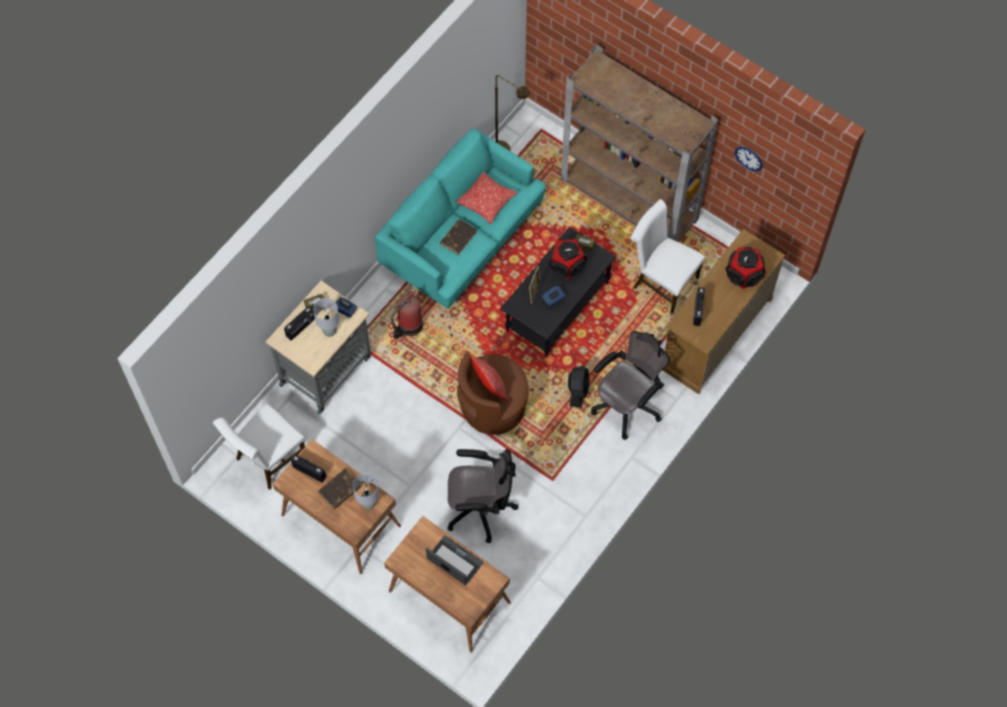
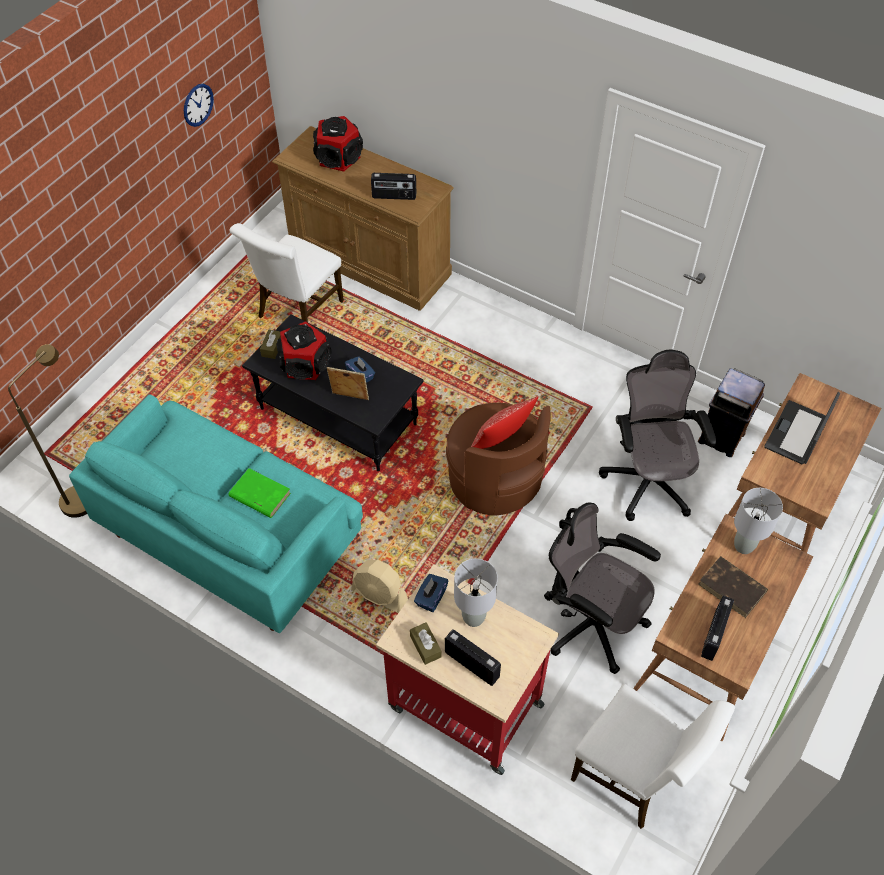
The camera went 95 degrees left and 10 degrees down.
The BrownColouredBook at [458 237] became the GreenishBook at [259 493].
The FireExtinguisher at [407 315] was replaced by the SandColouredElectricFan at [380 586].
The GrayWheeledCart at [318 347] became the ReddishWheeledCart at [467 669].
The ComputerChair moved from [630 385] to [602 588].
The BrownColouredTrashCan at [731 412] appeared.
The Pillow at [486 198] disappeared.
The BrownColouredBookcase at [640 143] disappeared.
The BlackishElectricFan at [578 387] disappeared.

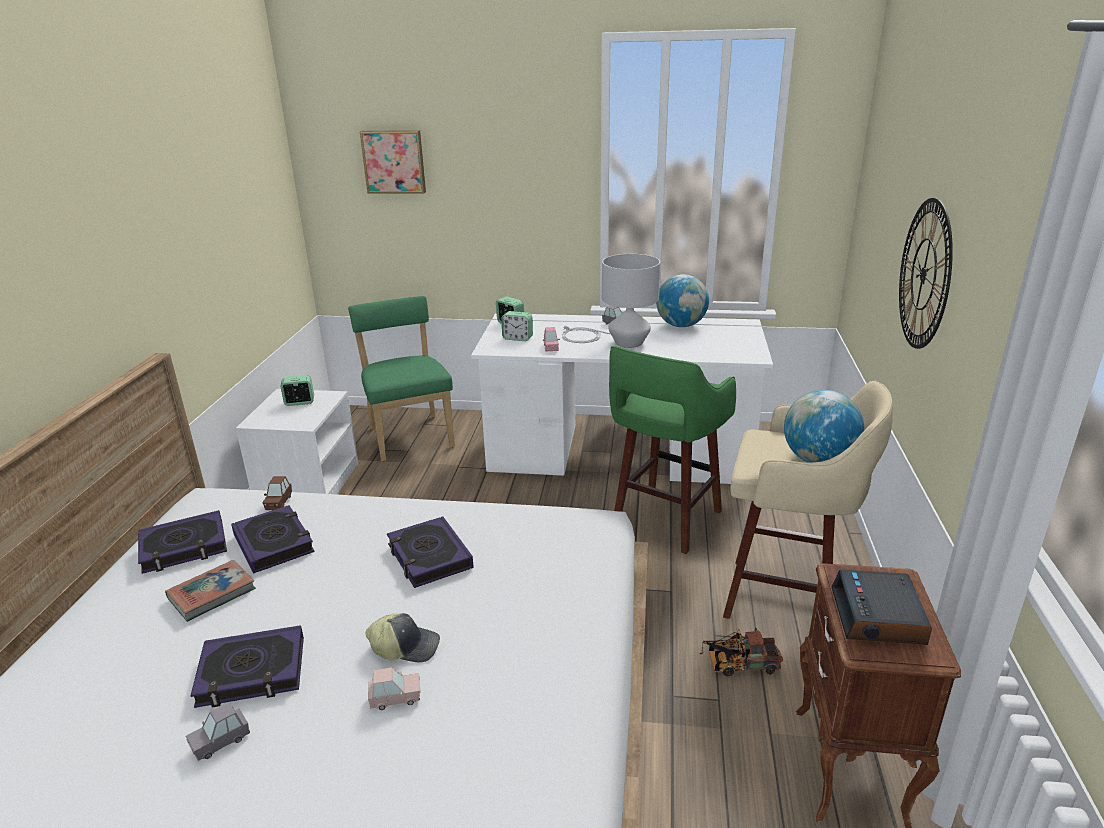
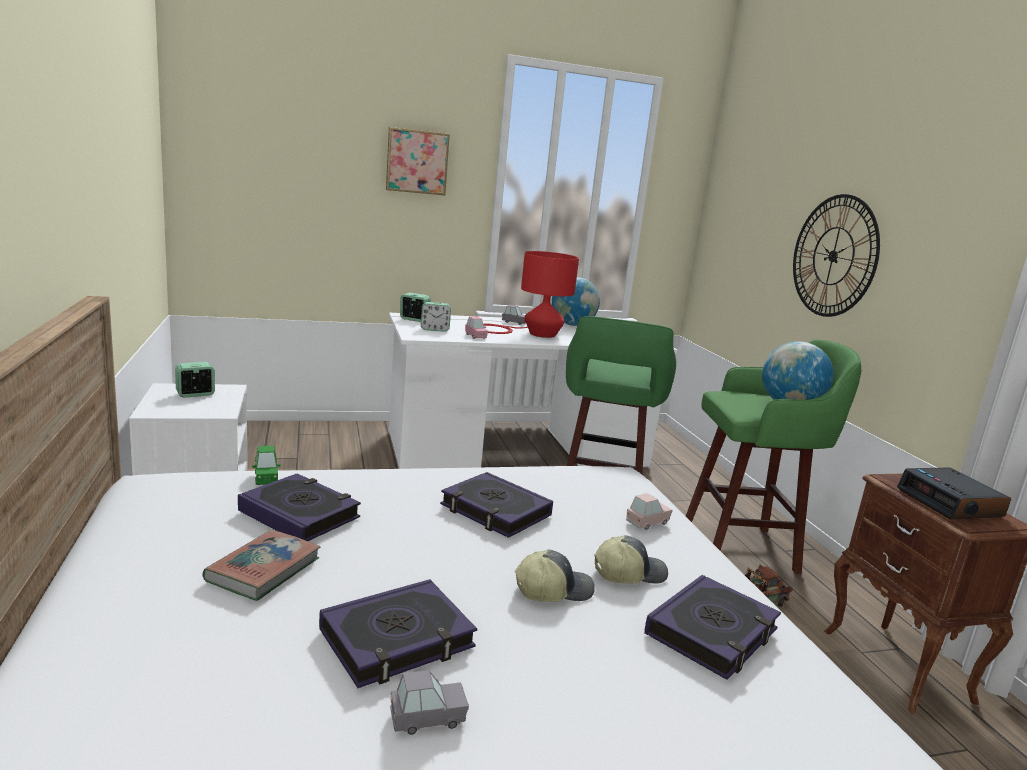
The camera went 25 degrees left and 10 degrees down.
The BrownColouredToyCar at [277 493] became the GreenishToyCar at [266 465].
The Picture moved from [393 162] to [418 161].
The GrayToyCar at [218 731] turned 135 degrees counterclockwise.
The GrayTableLamp at [611 301] became the ReddishTableLamp at [531 294].
The Cap at [631 559] appeared.
The PinkColouredToyCar moved from [394 688] to [649 511].
The Book moved from [182 542] to [712 627].
The SandColouredStoolSeat at [808 499] became the GreenishStoolSeat at [773 456].
The GreenishPlainChair at [401 378] disappeared.

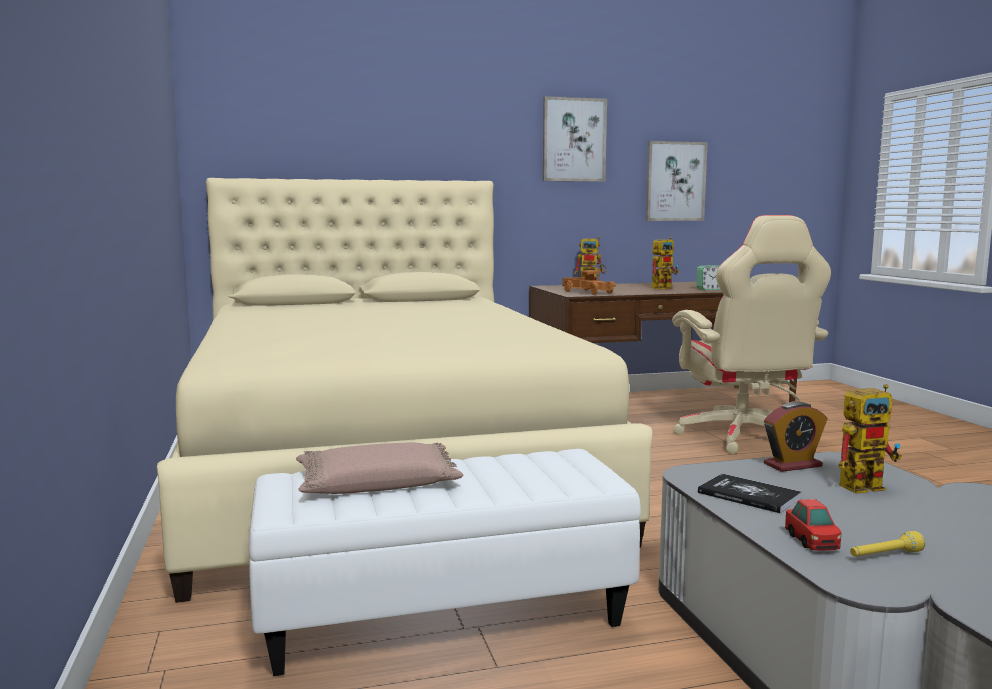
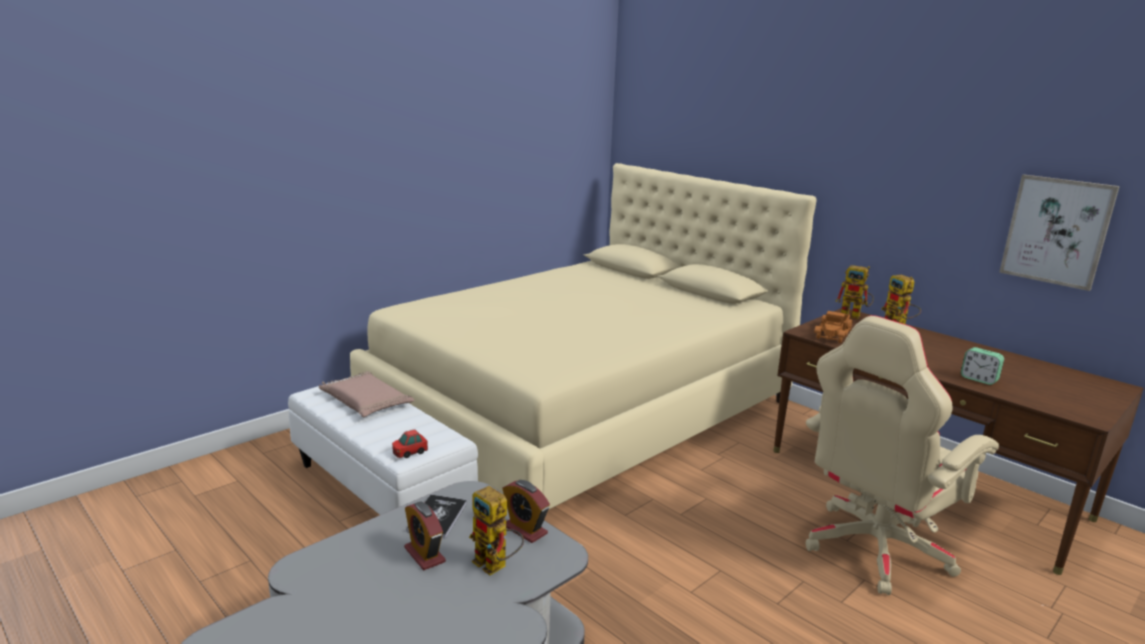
The camera went 60 degrees right and 10 degrees up.
The ToyCar moved from [813 525] to [410 443].
The BedsideClock at [425 535] appeared.
The RobotFigure moved from [665 263] to [854 292].
The Picture at [575 139] disappeared.
The YellowishHandTorch at [887 543] disappeared.

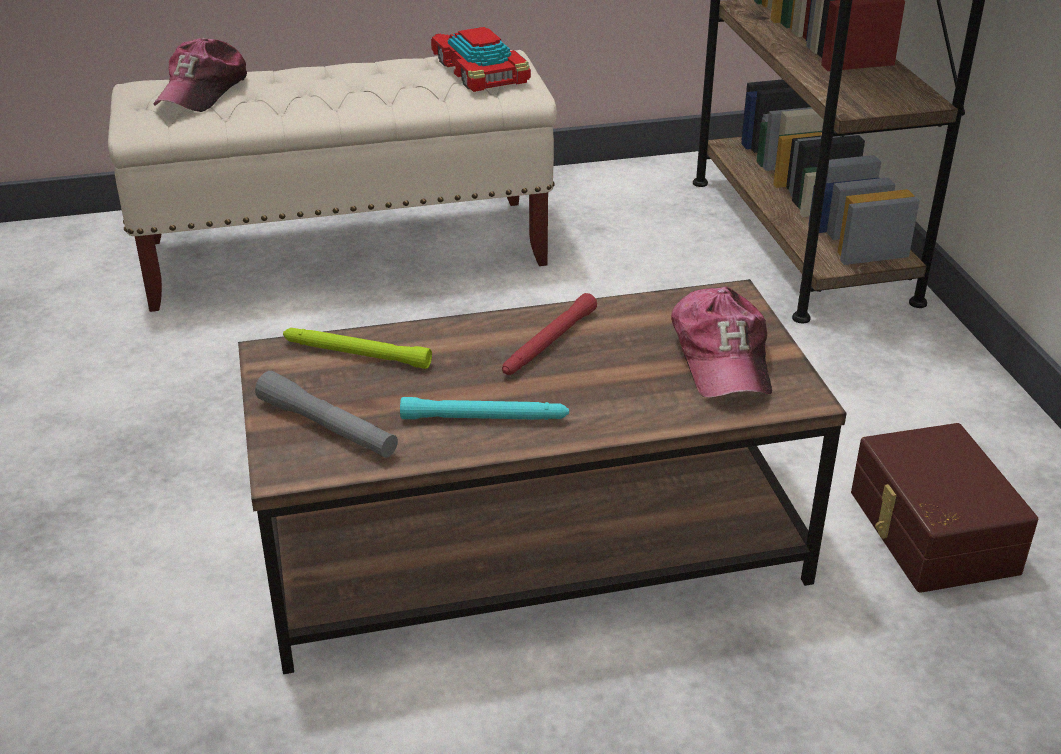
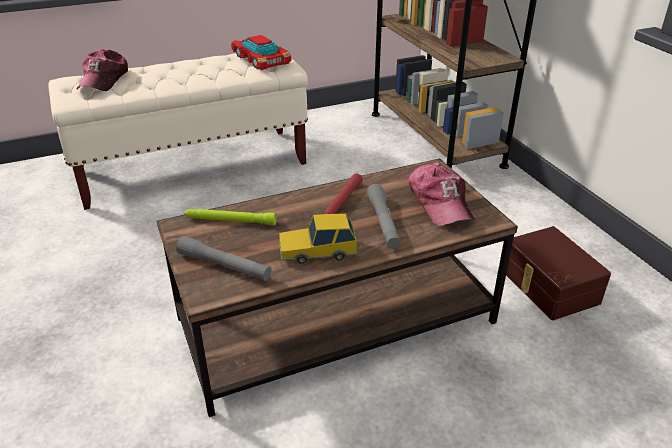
The camera went 10 degrees left and 0 degrees up.
The TurquoiseHandTorch at [484 408] was replaced by the ToyCar at [318 238].
The GrayHandTorch at [384 216] appeared.

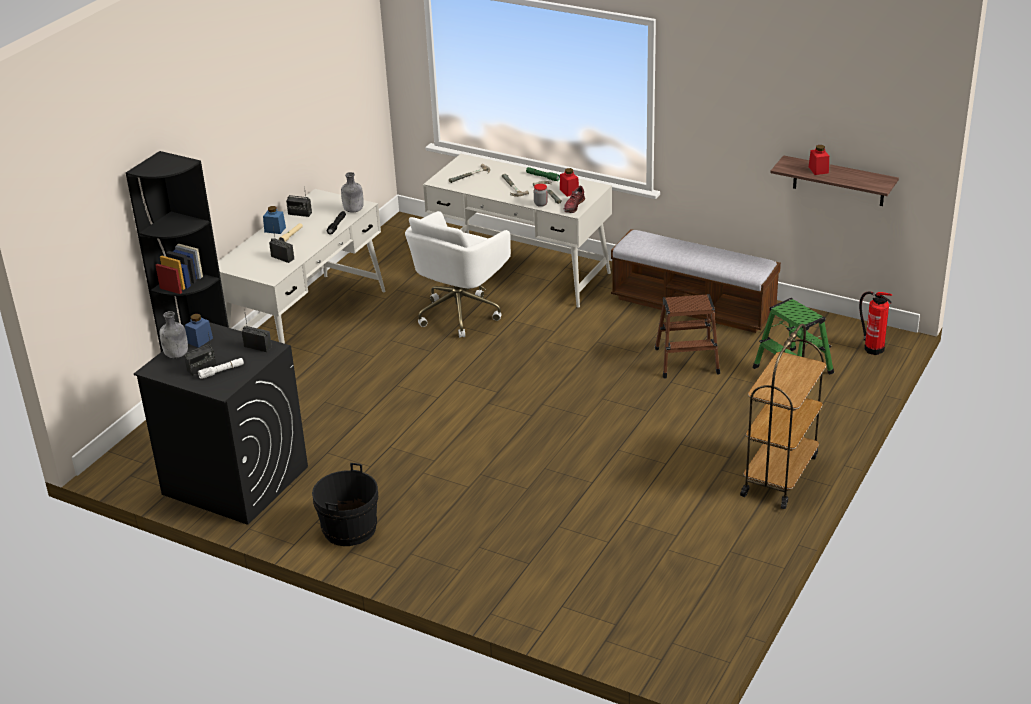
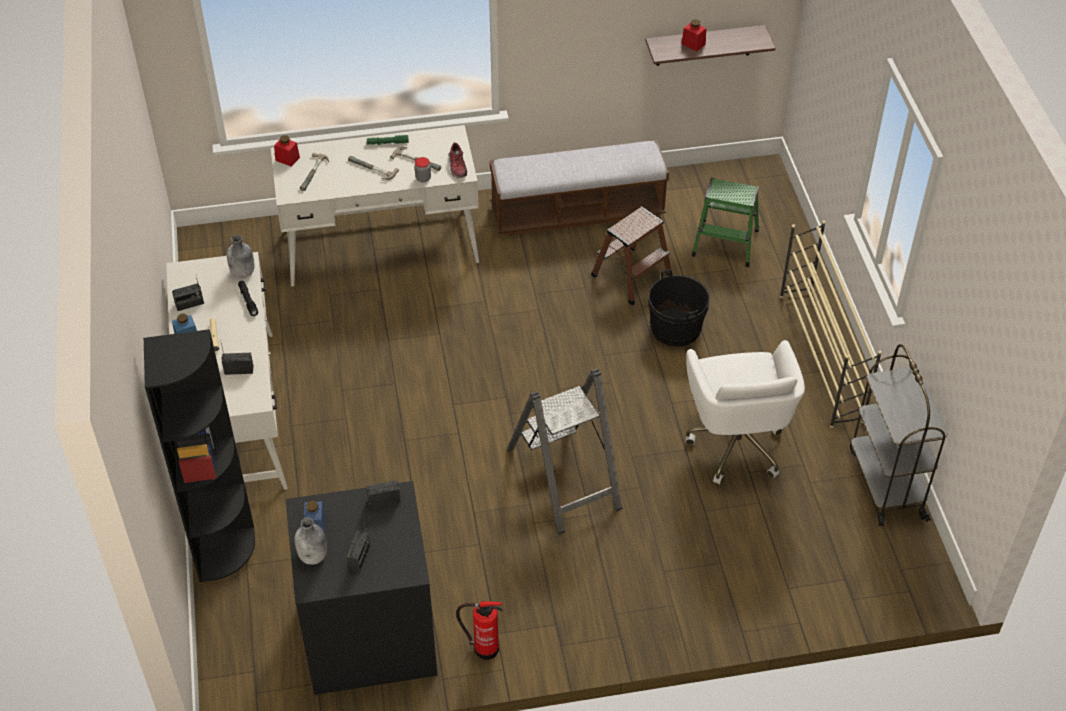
The camera went 40 degrees left and 15 degrees up.
The ReddishStorageJar moved from [569 182] to [287 151].
The FireExtinguisher moved from [876 323] to [479 630].
The GrayStepladder at [564 451] appeared.
The BlackishWaterBucket moved from [345 504] to [679 308].
The WhiteColouredComputerChair moved from [458 274] to [745 412].
The BrownColouredWheeledCart at [783 416] was replaced by the SandColouredShoeShelf at [831 324].
The GrayWheeledCart at [899 435] appeared.
The WhiteColouredHandTorch at [221 368] disappeared.

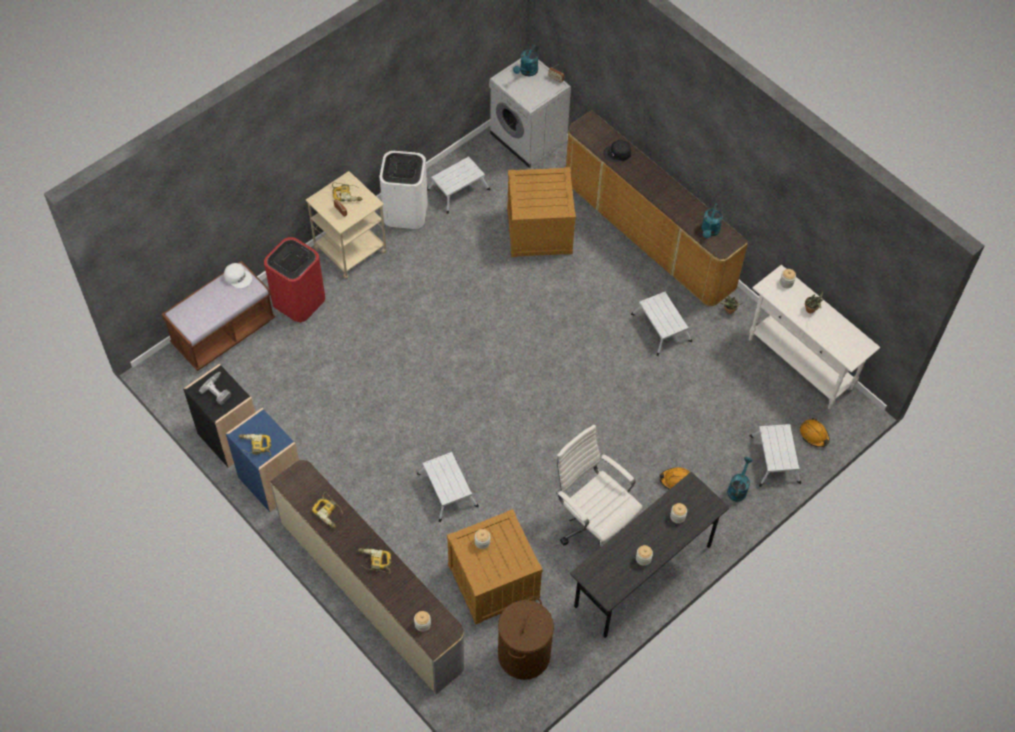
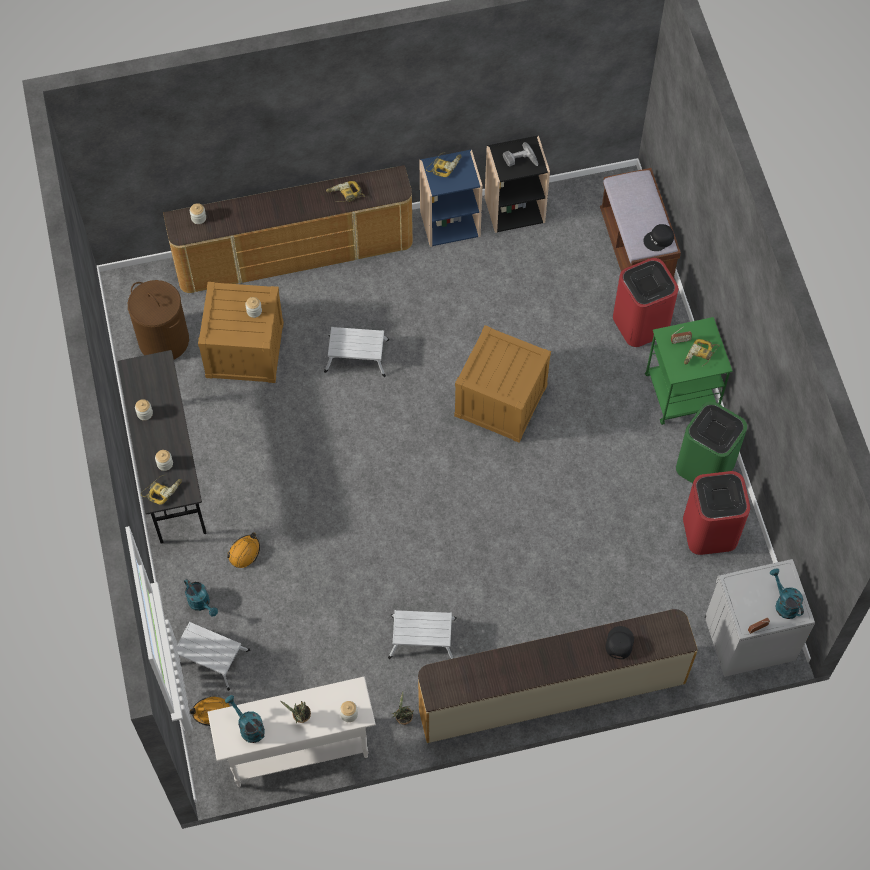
The camera went 120 degrees right and 5 degrees up.
The ElectricDrill moved from [374 561] to [161 490].
The GrayStorageCabinet at [367 577] became the BrownColouredStorageCabinet at [288 229].
The TurquoiseWateringCan moved from [712 220] to [245 719].
The ShippingCrate moved from [541 212] to [502 384].
The WhiteColouredCap at [238 275] became the BlackishCap at [658 237].
The SandColouredWheeledCart at [346 225] became the GreenishWheeledCart at [688 371].
The WhiteColouredTrashCan at [404 190] became the GreenishTrashCan at [711 442].
The WhiteColouredStepladder at [458 185] was replaced by the ReddishTrashCan at [716 513].
The WhiteColouredComputerChair at [599 486] disappeared.

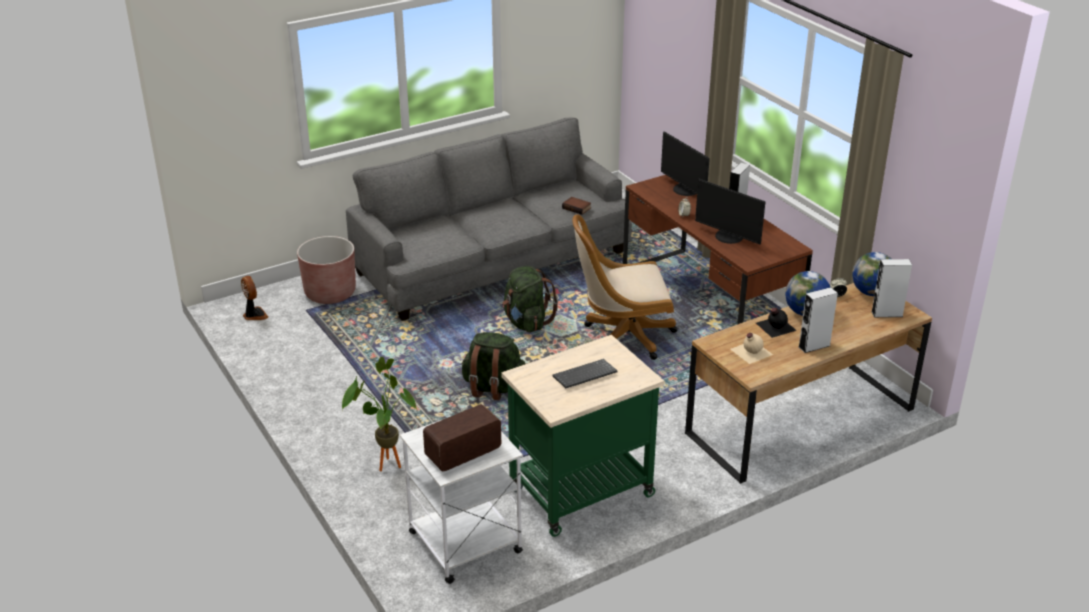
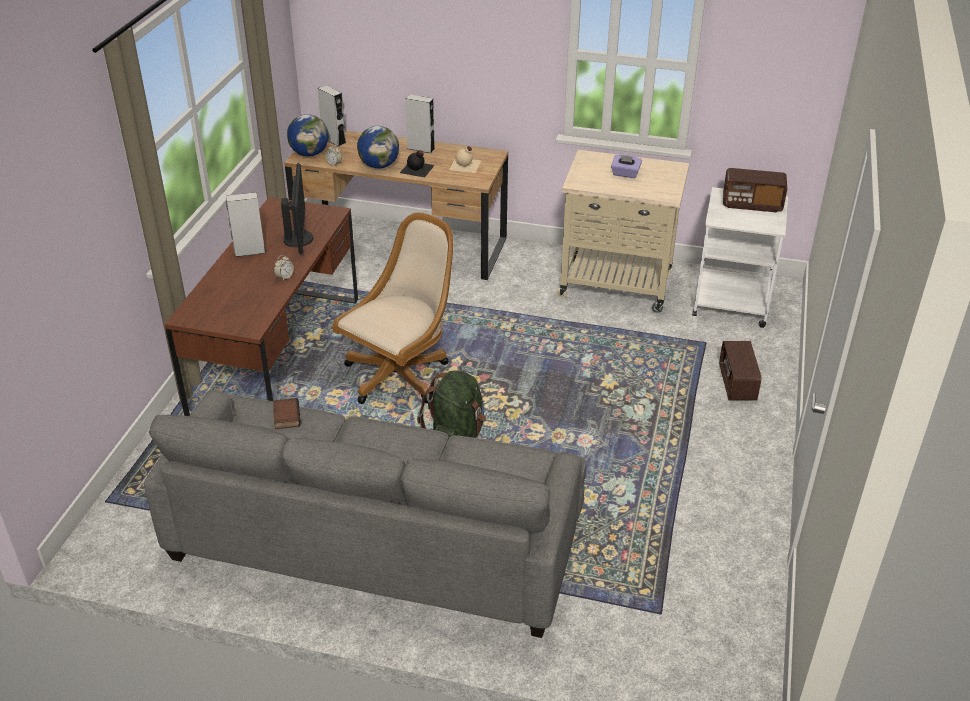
The camera went 135 degrees left and 5 degrees up.
The ComputerChair at [625 287] turned 90 degrees counterclockwise.
The GreenishWheeledCart at [582 436] became the SandColouredWheeledCart at [622 231].
The PcKeyboard at [585 373] was replaced by the PurpleColouredTissueHolder at [626 166].
The Houseplant at [379 414] was replaced by the RadioReceiver at [740 371].
The ElectricFan at [254 298] disappeared.
The BrownColouredFlowerPot at [326 270] disappeared.
The GreenishKnapsack at [493 366] disappeared.
The Monitor at [685 164] disappeared.

